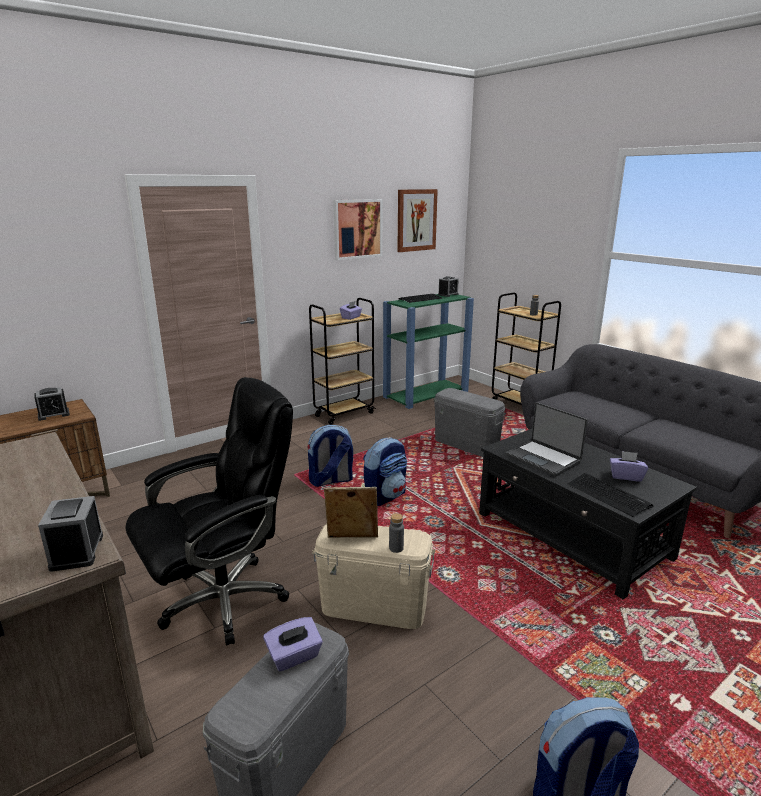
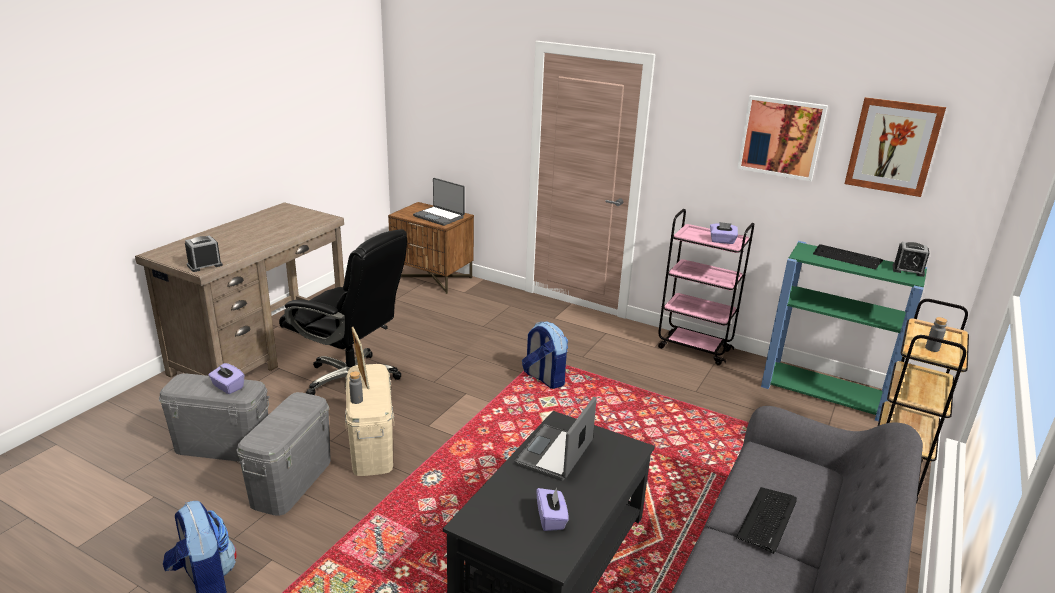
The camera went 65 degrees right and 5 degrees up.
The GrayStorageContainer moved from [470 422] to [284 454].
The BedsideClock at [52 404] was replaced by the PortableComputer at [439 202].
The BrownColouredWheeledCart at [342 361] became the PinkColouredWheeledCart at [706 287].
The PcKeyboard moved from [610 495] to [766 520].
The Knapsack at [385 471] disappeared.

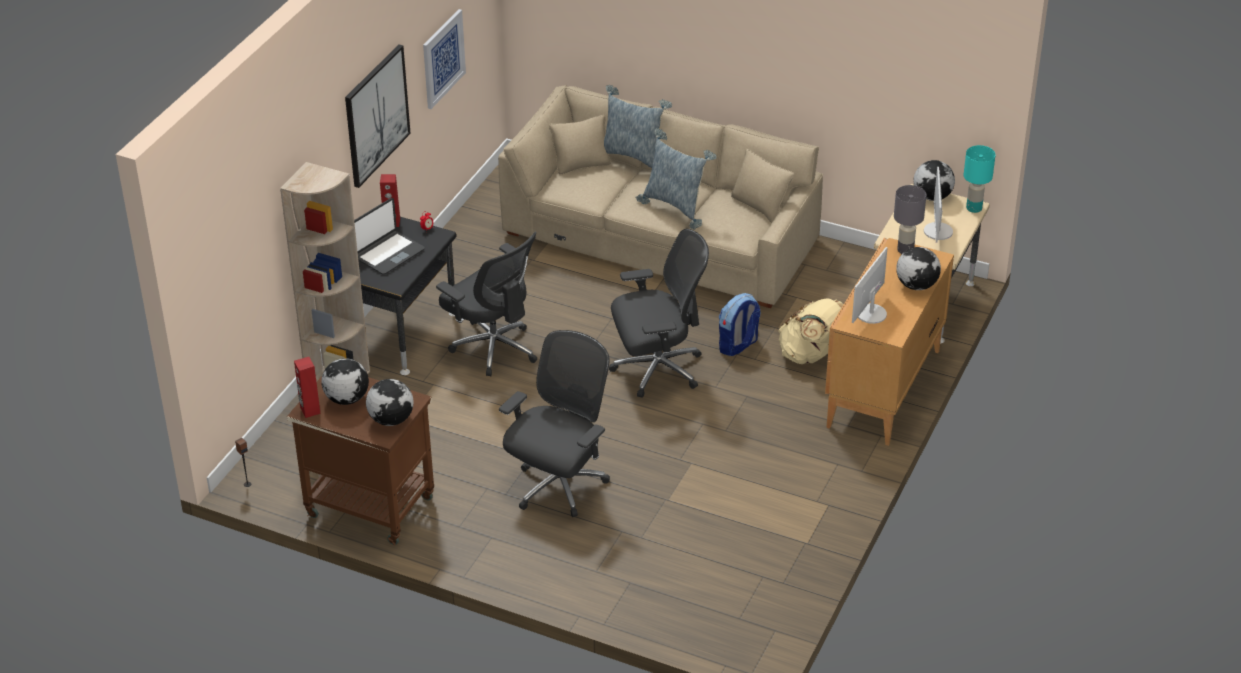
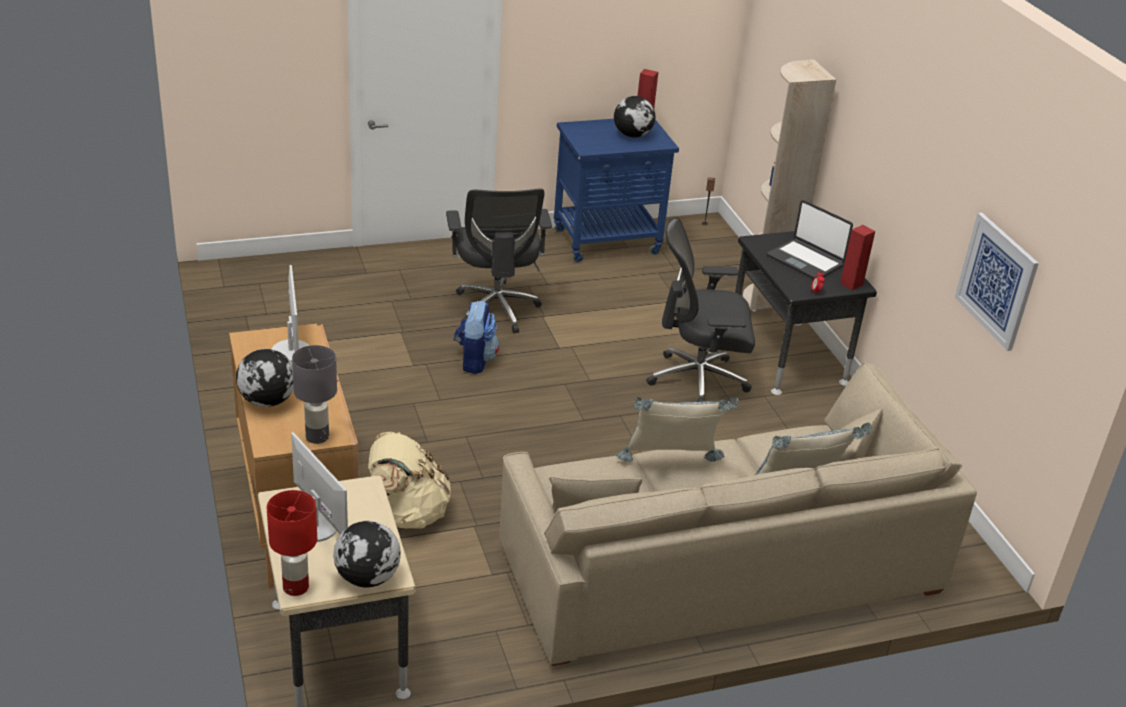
The camera went 135 degrees right and 5 degrees down.
The TurquoiseTableLamp at [980 179] became the ReddishTableLamp at [292 543].
The Knapsack moved from [740 324] to [476 337].
The BrownColouredWheeledCart at [360 461] became the BlueColouredWheeledCart at [616 191].
The PortableComputer at [389 236] turned 45 degrees counterclockwise.
The Picture at [378 116] disappeared.
The Globe at [390 402] disappeared.
The ComputerChair at [659 313] disappeared.

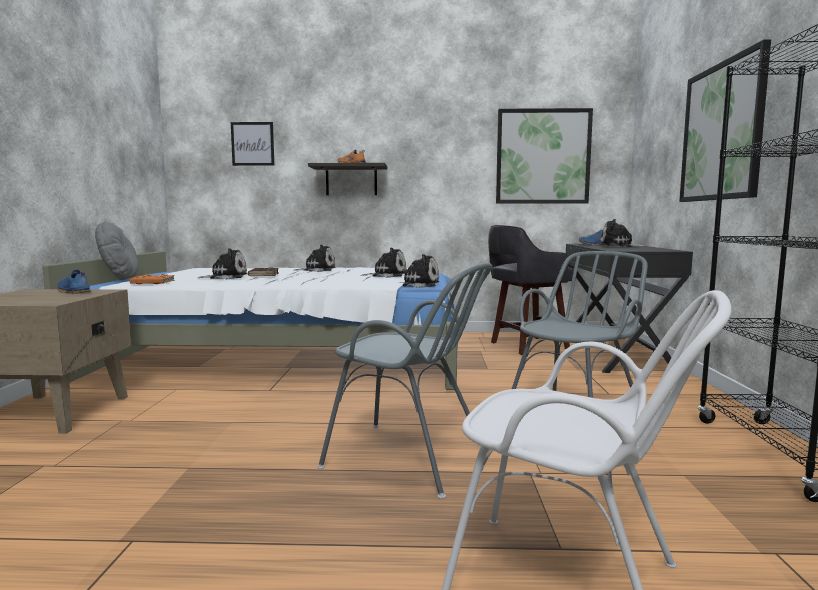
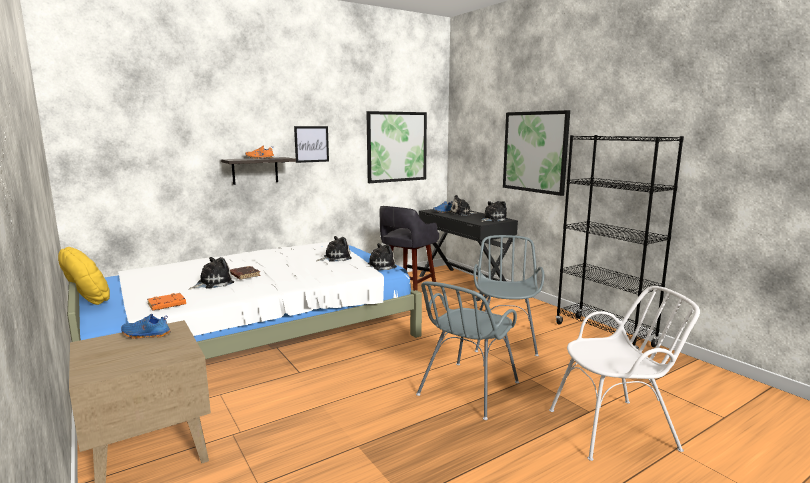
The camera went 35 degrees left and 5 degrees up.
The GrayPillow at [117 251] became the YellowishPillow at [84 276].
The Picture moved from [252 144] to [311 144].
The GrayPlainChair at [404 381] turned 135 degrees clockwise.
The CuddlyToy moved from [314 258] to [494 211].

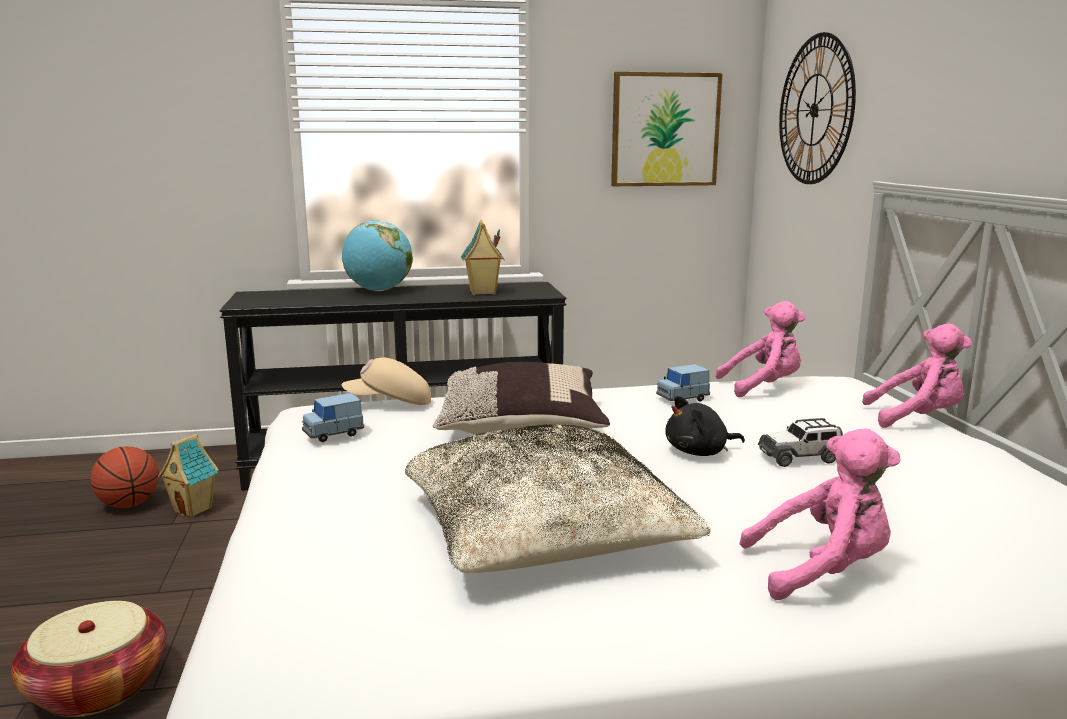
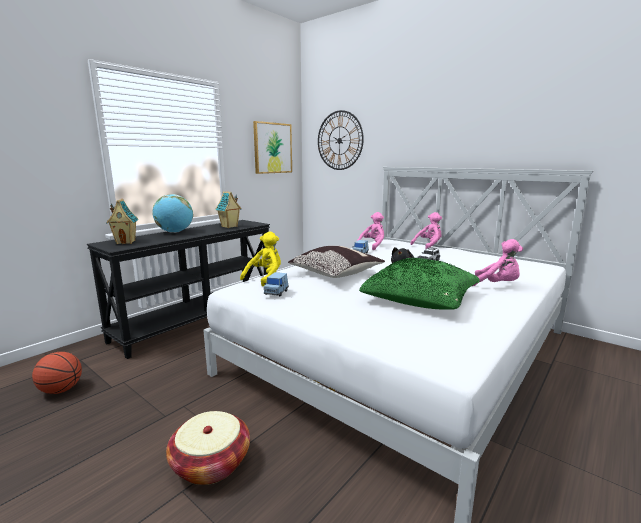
The camera went 40 degrees left and 0 degrees up.
The ToyHouse moved from [188 476] to [122 221].
The SandColouredCap at [386 381] was replaced by the YellowishCuddlyToy at [260 259].
The SandColouredPillow at [558 498] became the GreenishPillow at [419 283].
The PinkColouredCuddlyToy at [820 514] turned 75 degrees clockwise.

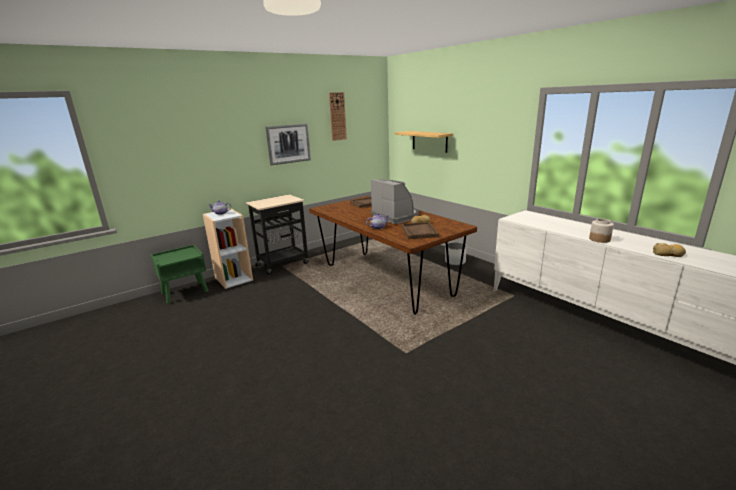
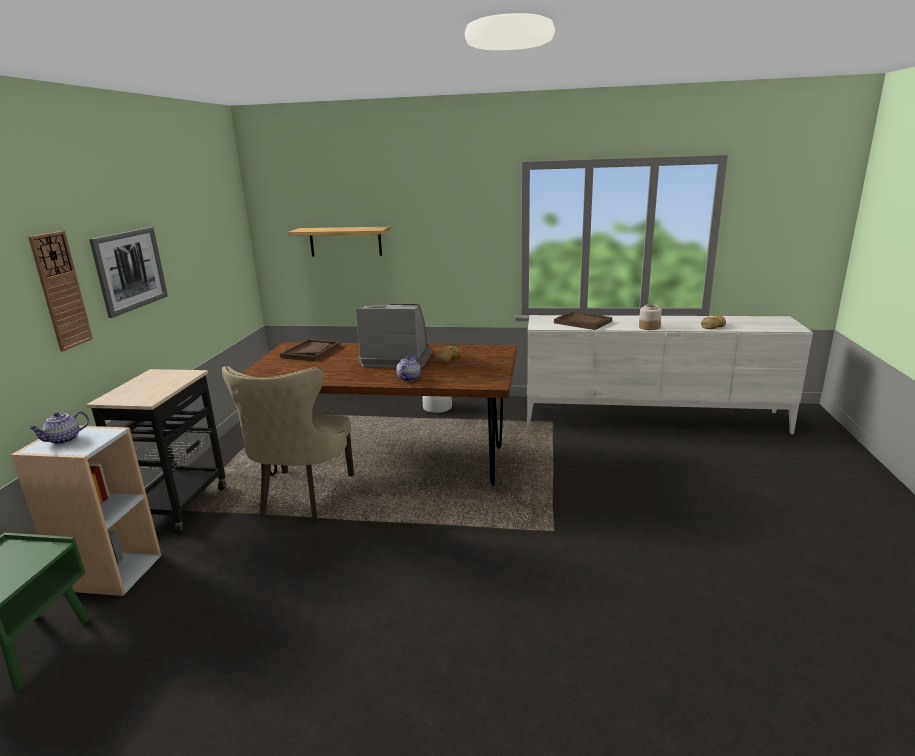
The camera went 45 degrees left and 0 degrees up.
The HangingClock moved from [338 116] to [60 291].
The SandColouredPlainChair at [288 442] appeared.
The BrownColouredTray moved from [420 230] to [583 320].

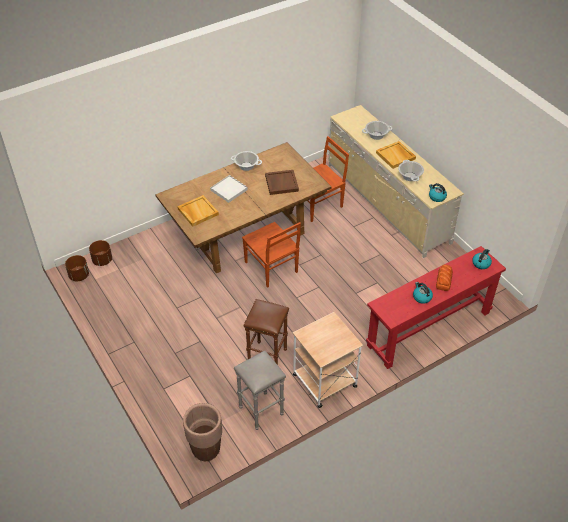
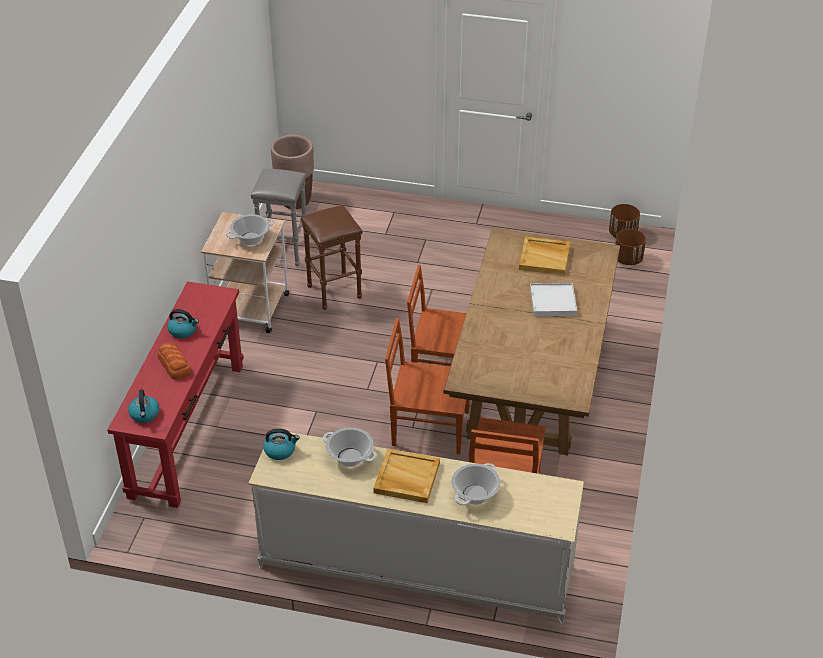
The camera went 135 degrees right and 5 degrees down.
The Saucepot moved from [246 161] to [250 229].
The BrownColouredPlainChair at [427 386] appeared.
The BrownColouredTray at [282 182] disappeared.

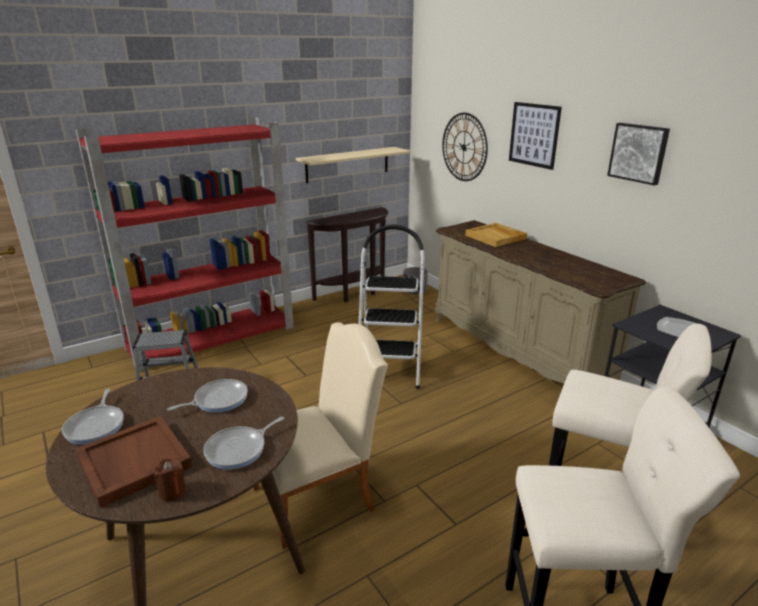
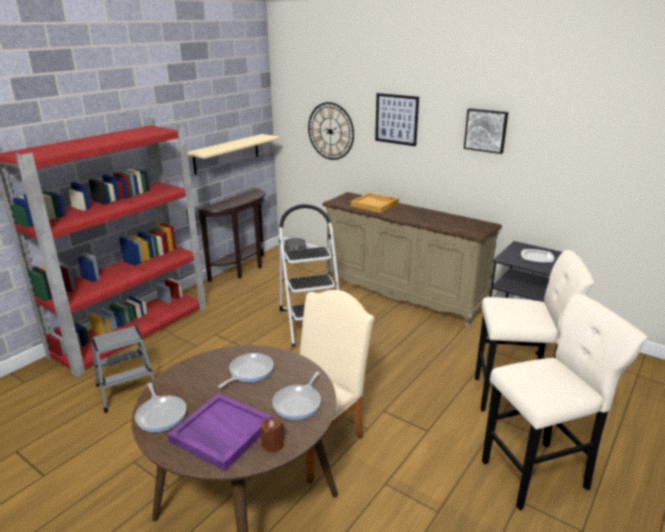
The camera went 20 degrees left and 0 degrees up.
The BrownColouredTray at [134 462] became the PurpleColouredTray at [220 432].

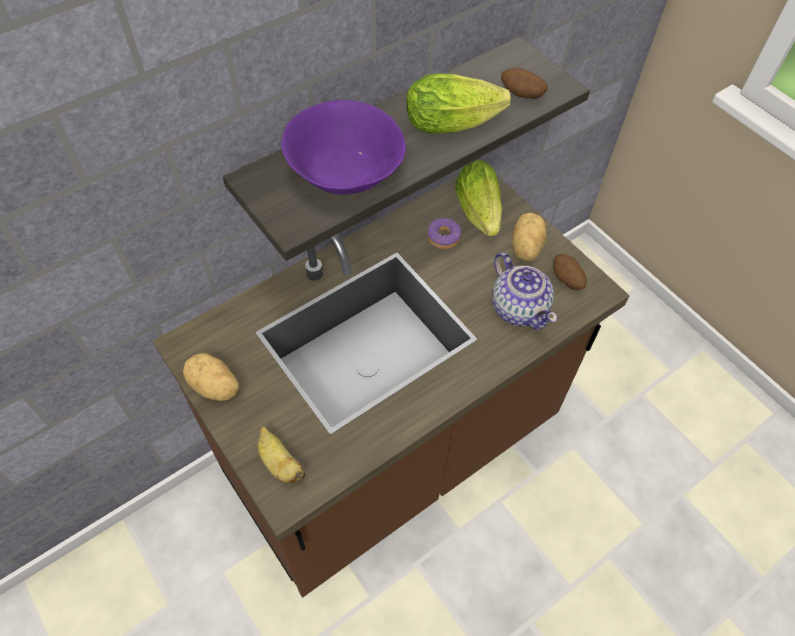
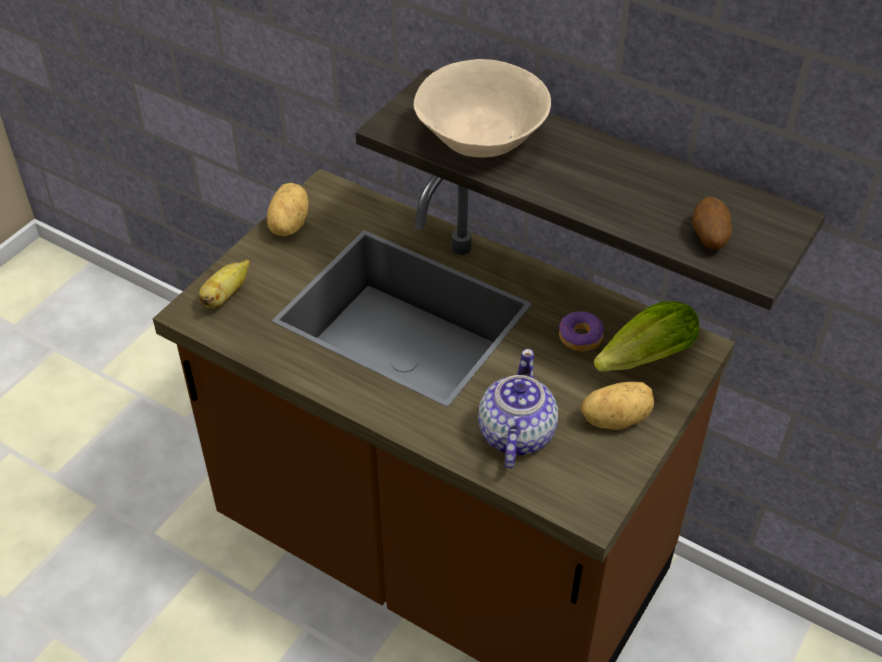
The camera went 70 degrees right and 10 degrees down.
The PurpleColouredDeepDish at [343 147] became the SandColouredDeepDish at [482 108].
The Teapot at [524 291] turned 150 degrees clockwise.
The LettuceHead at [458 103] disappeared.
The Potato at [570 272] disappeared.

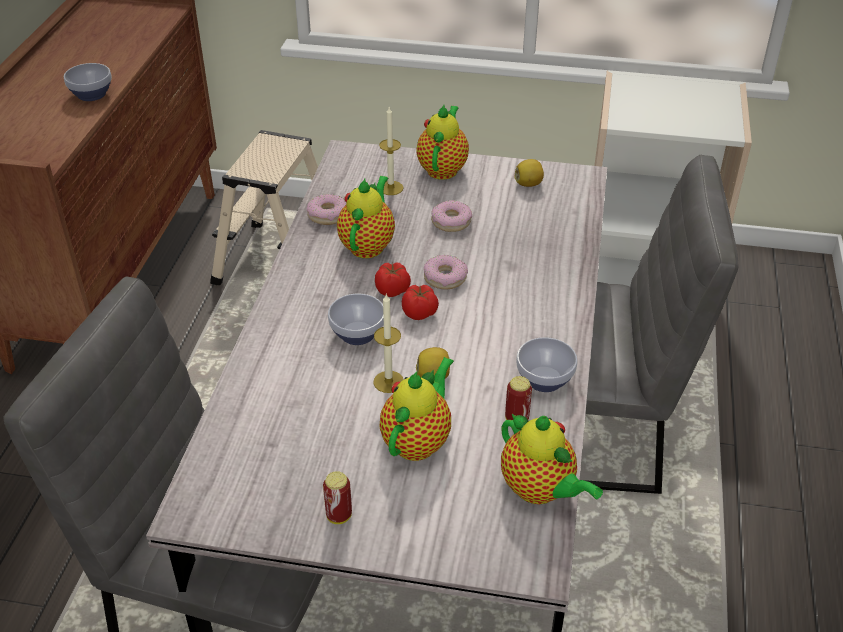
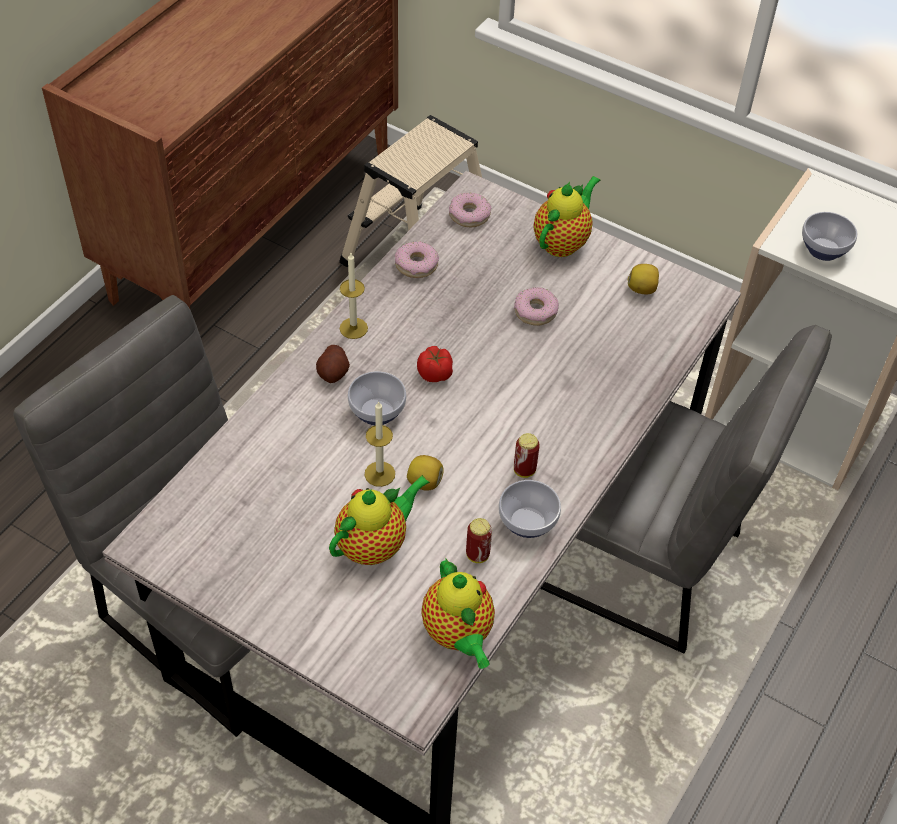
The camera went 20 degrees right and 10 degrees up.
The Potato at [333 364] appeared.
The Candle moved from [391 151] to [354 296].
The Donut moved from [446 272] to [470 210].
The Can moved from [337 497] to [527 455].
The DeepDish moved from [88 82] to [829 236].
The Teapot at [366 217] disappeared.
The WholeTomato at [420 302] disappeared.

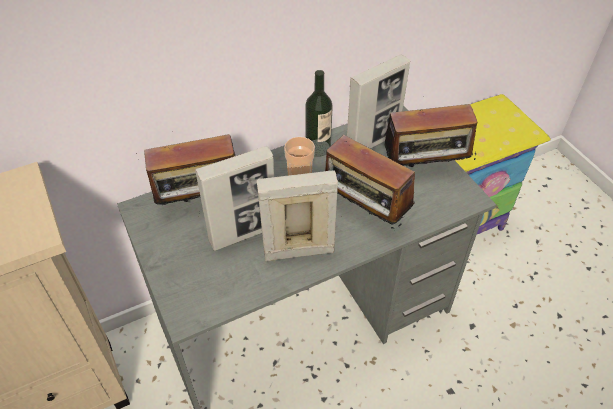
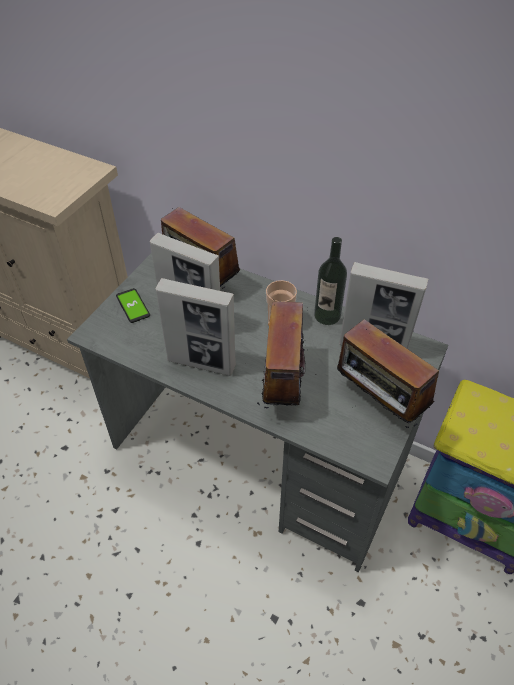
The camera went 55 degrees right and 0 degrees up.
The Handset at [133 305] appeared.
The PictureFrame at [297 215] turned 150 degrees clockwise.

